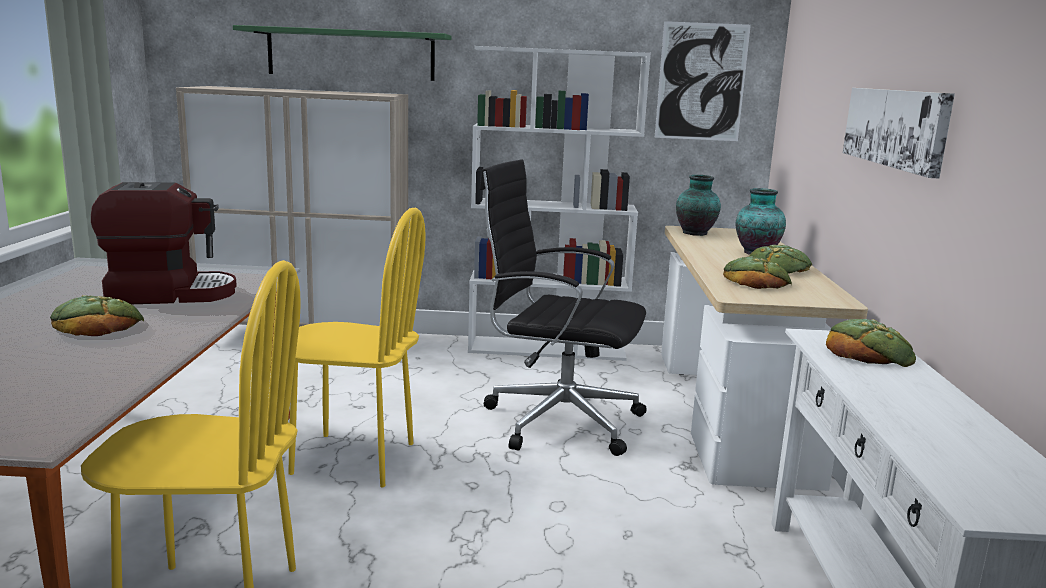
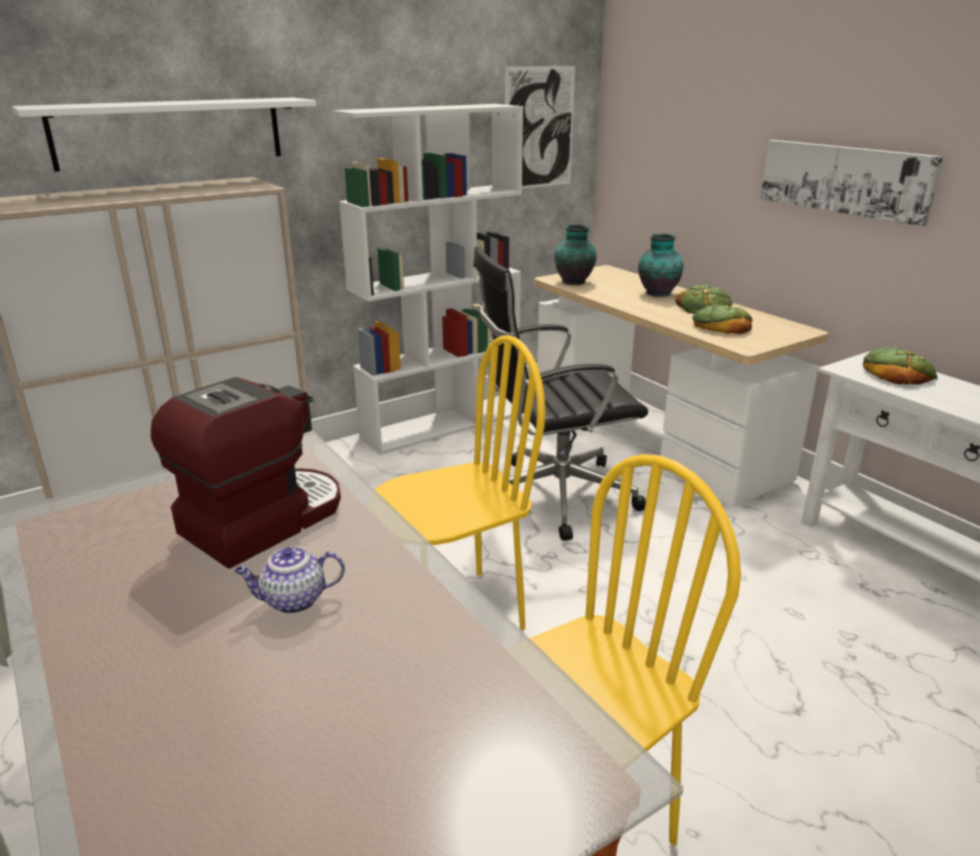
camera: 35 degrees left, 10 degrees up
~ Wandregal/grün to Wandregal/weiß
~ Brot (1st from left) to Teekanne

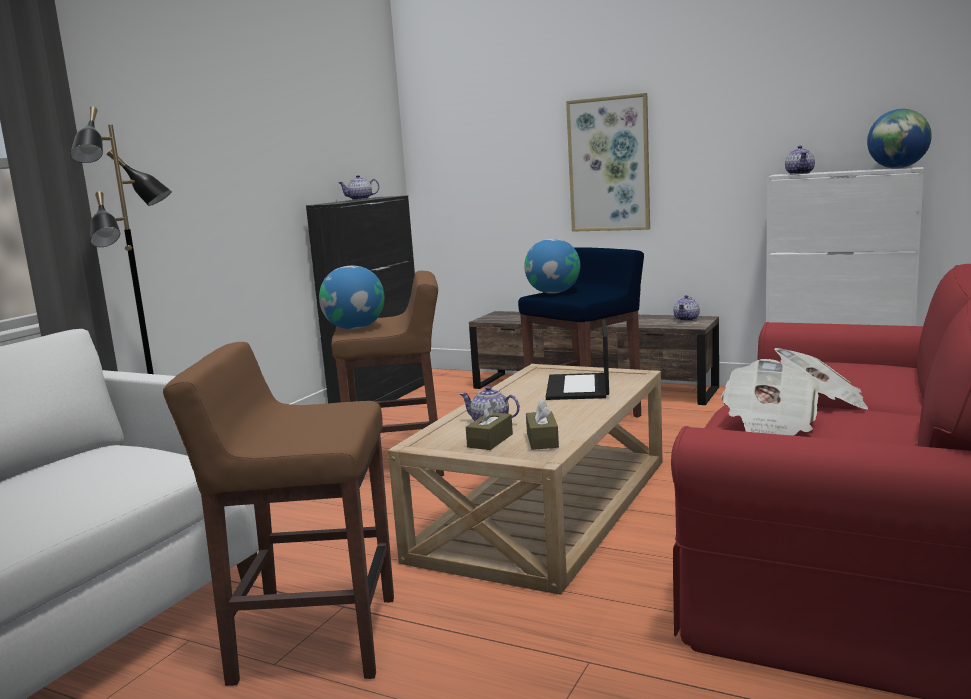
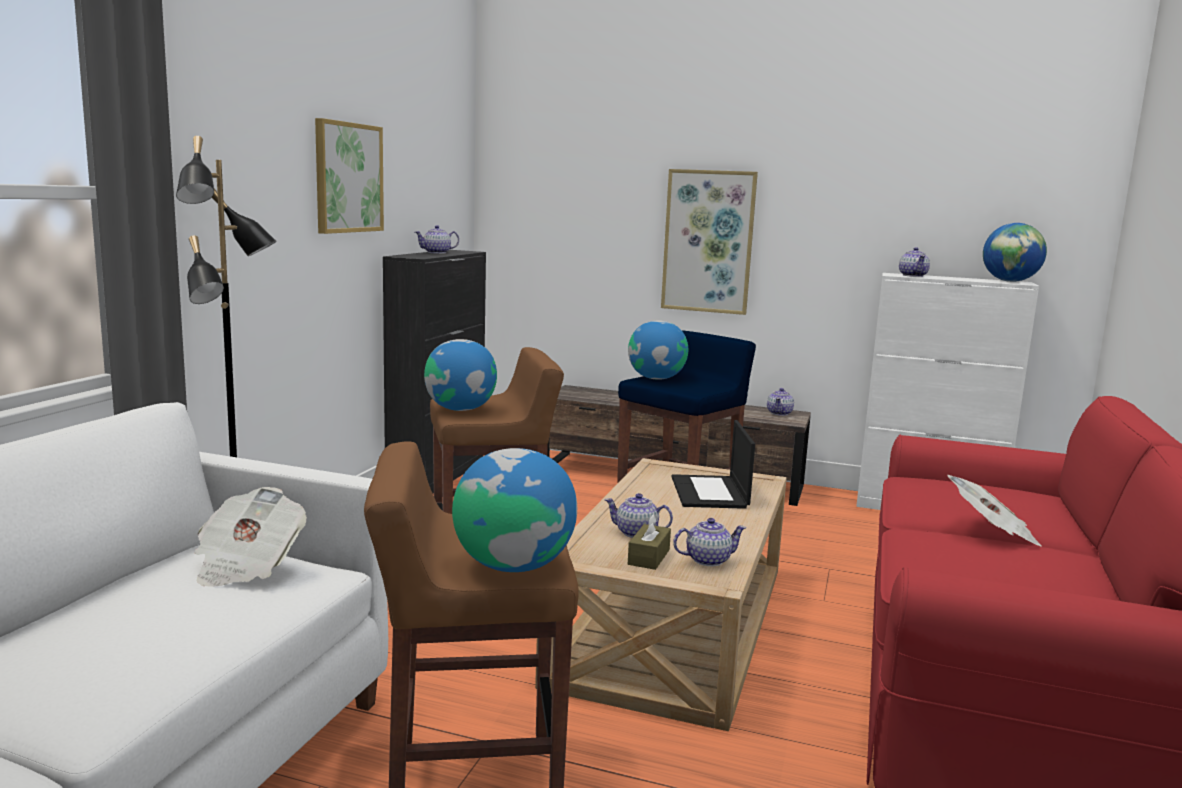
camera: 10 degrees left, 0 degrees up
~ Zeitung (1st from left)
+ Bild (1st from left)
+ Globus (2nd from left)
~ Taschentuchbox/braun (2nd from left) to Teekanne (3rd from left)

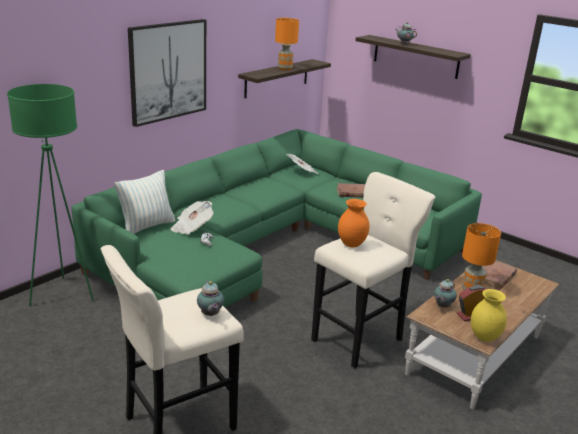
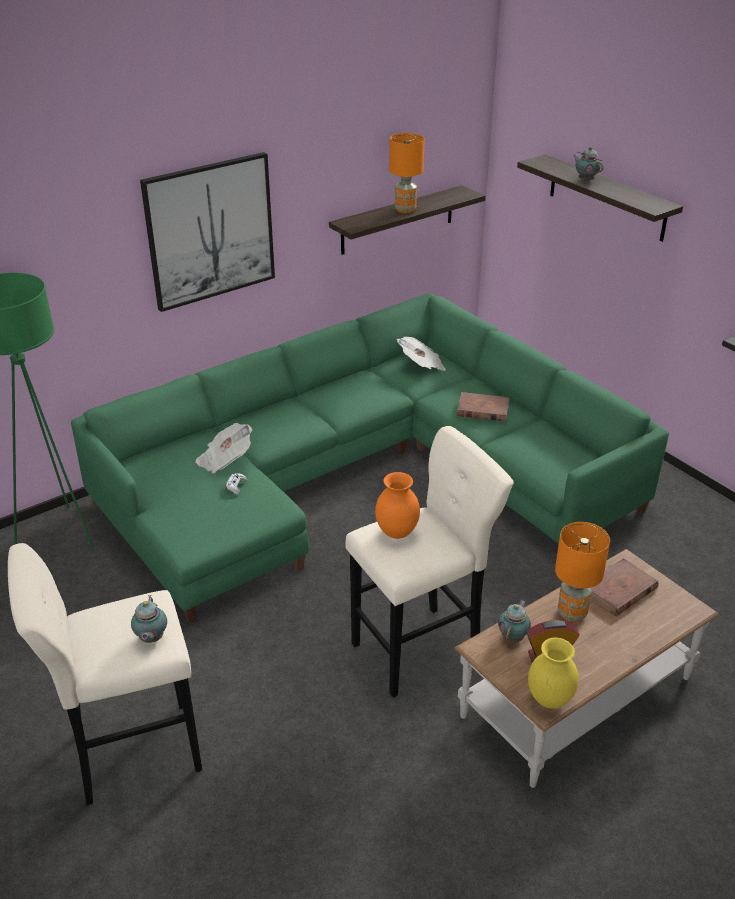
camera: 15 degrees right, 10 degrees up
~ Teekanne (3rd from left in the first image) 150 degrees clockwise
- Kissen

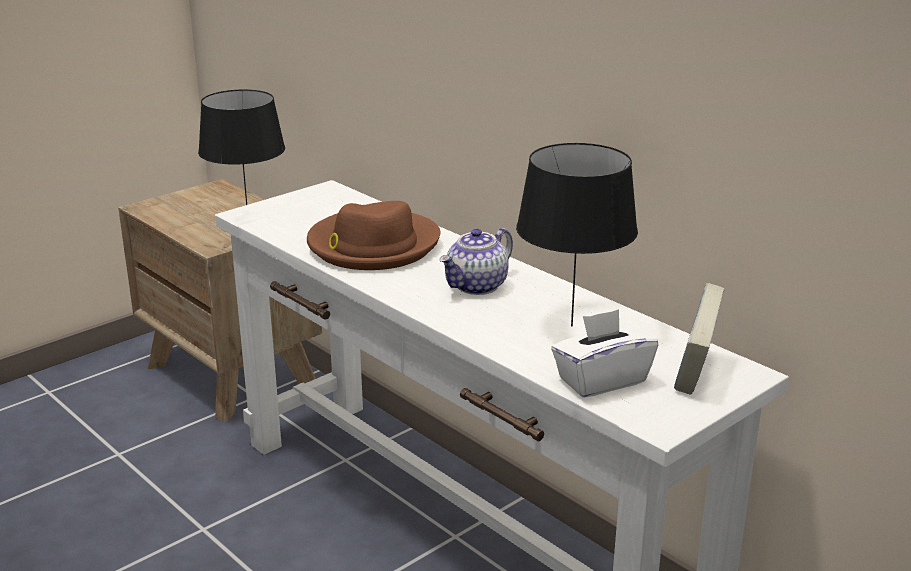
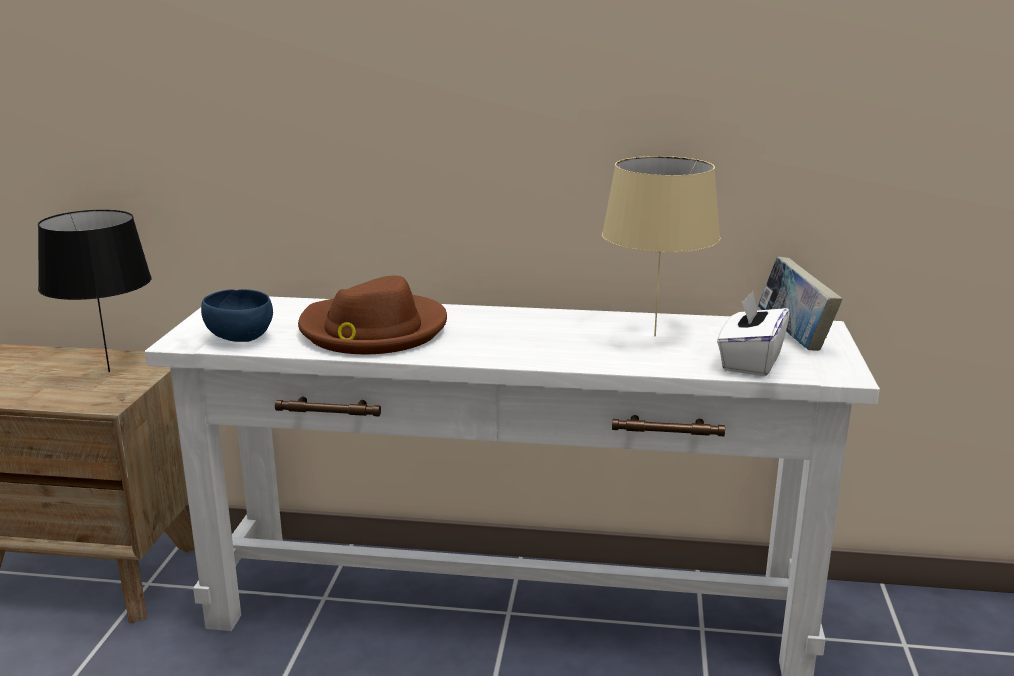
camera: 40 degrees left, 5 degrees down
+ Schüssel/blau
~ Tischlampe/schwarz (2nd from left) to Tischlampe/beige
- Teekanne

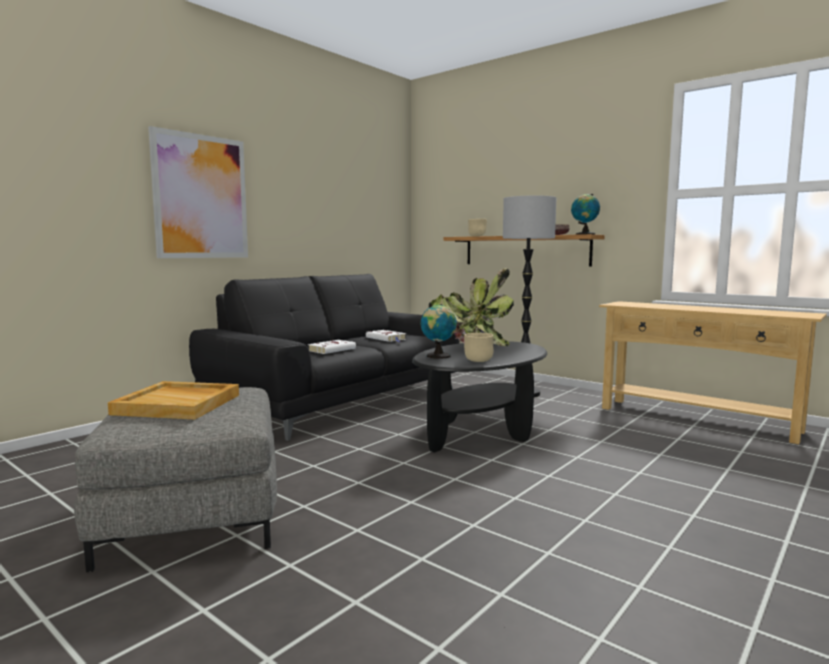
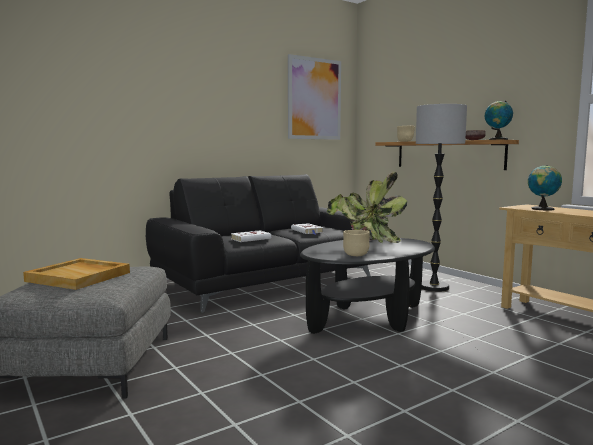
camera: 15 degrees right, 0 degrees up
~ Bild
~ Globus (1st from left in the first image) to Globus (2nd from left)

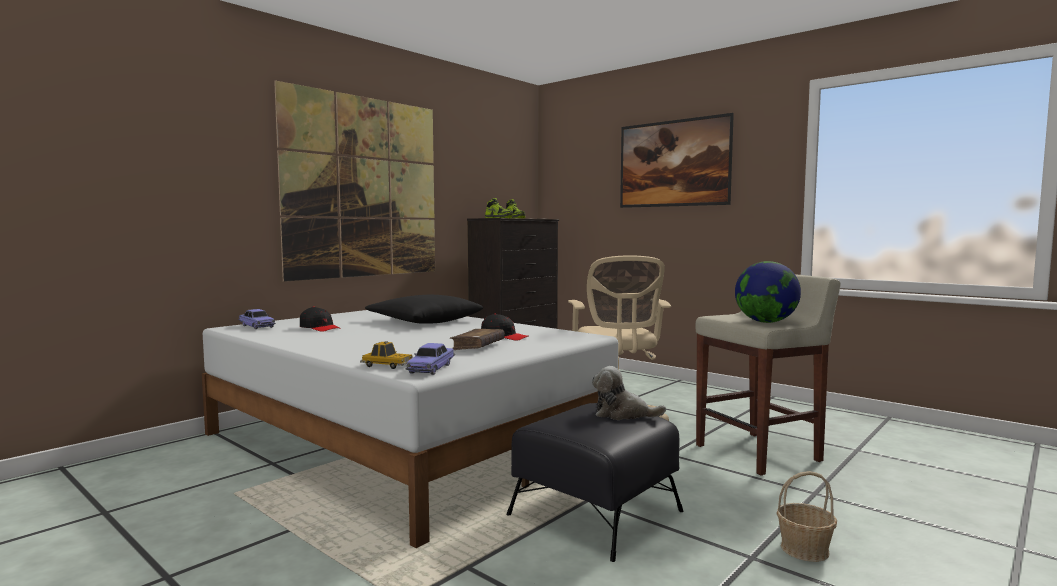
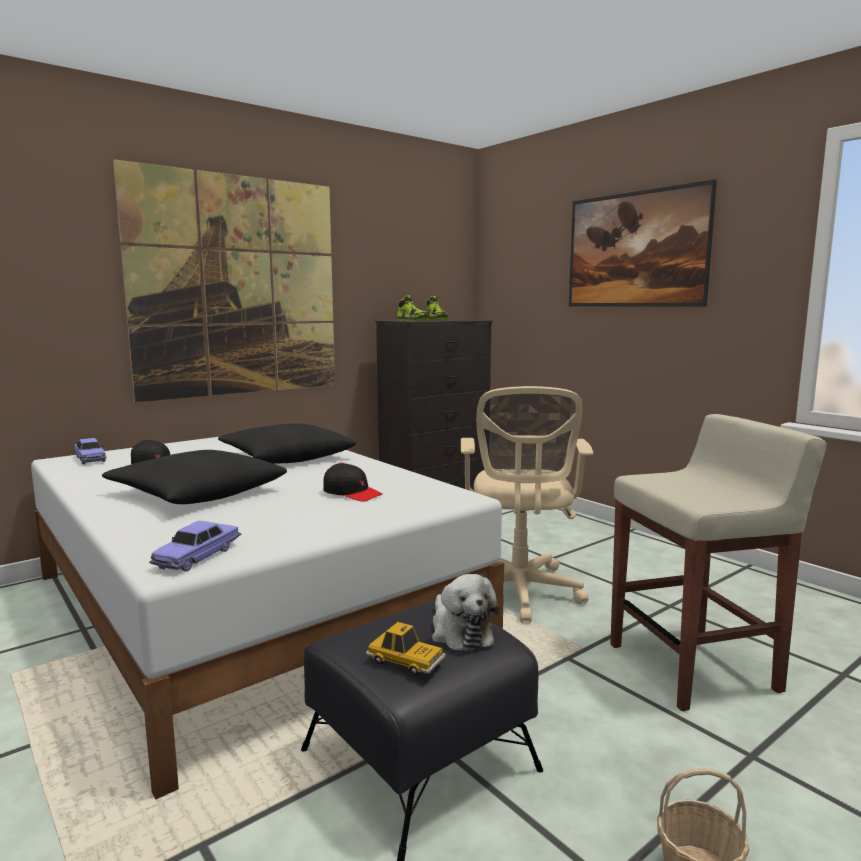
camera: 10 degrees right, 5 degrees up
+ Kissen/schwarz (1st from left)
~ Spielzeugauto (2nd from left in the first image) to Spielzeugauto (3rd from left)
~ Plüschtier 135 degrees counterclockwise
- Buch/braun
- Globus

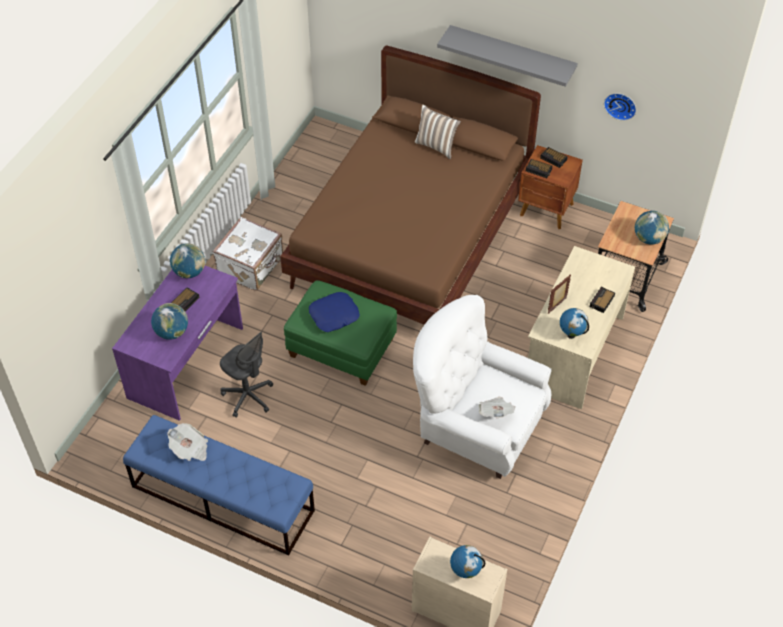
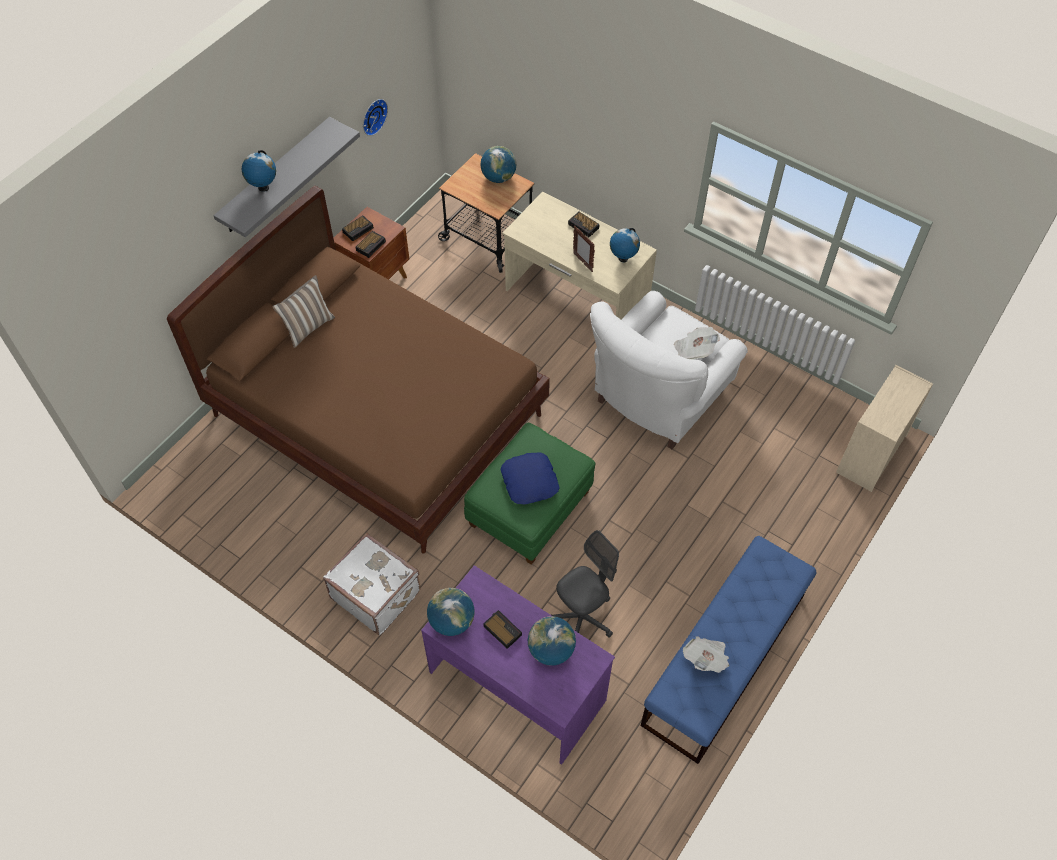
camera: 80 degrees left, 5 degrees up
~ Globus (3rd from left in the first image) to Globus (1st from left)

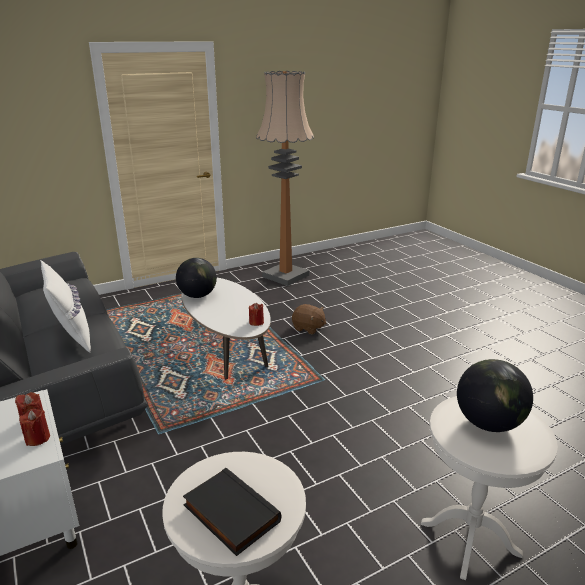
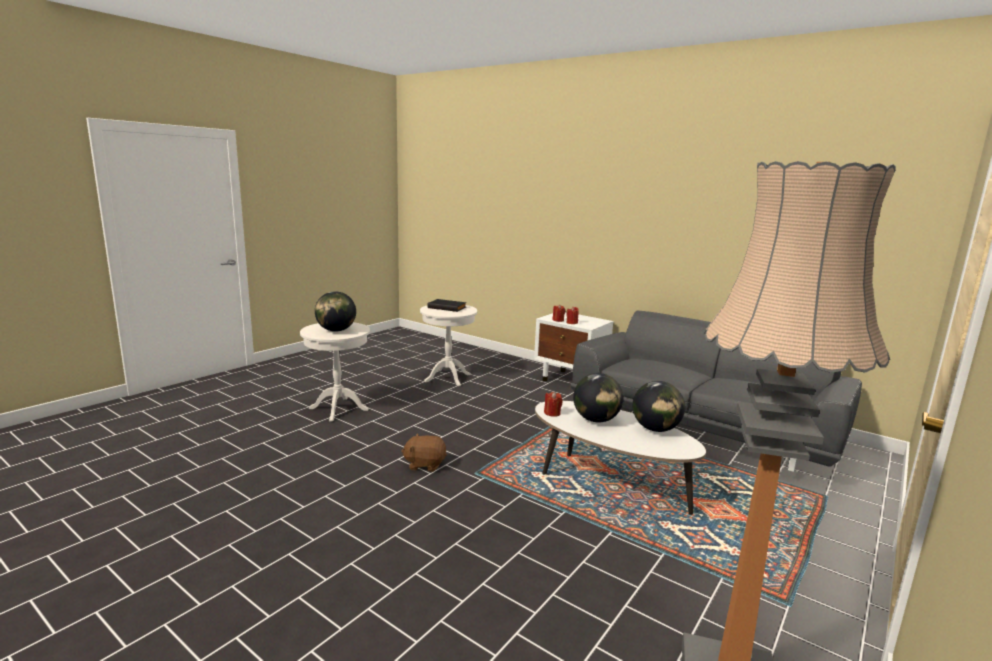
camera: 155 degrees right, 10 degrees down
~ Plüschtier/braun
+ Globus (2nd from left)
- Kissen/weiß

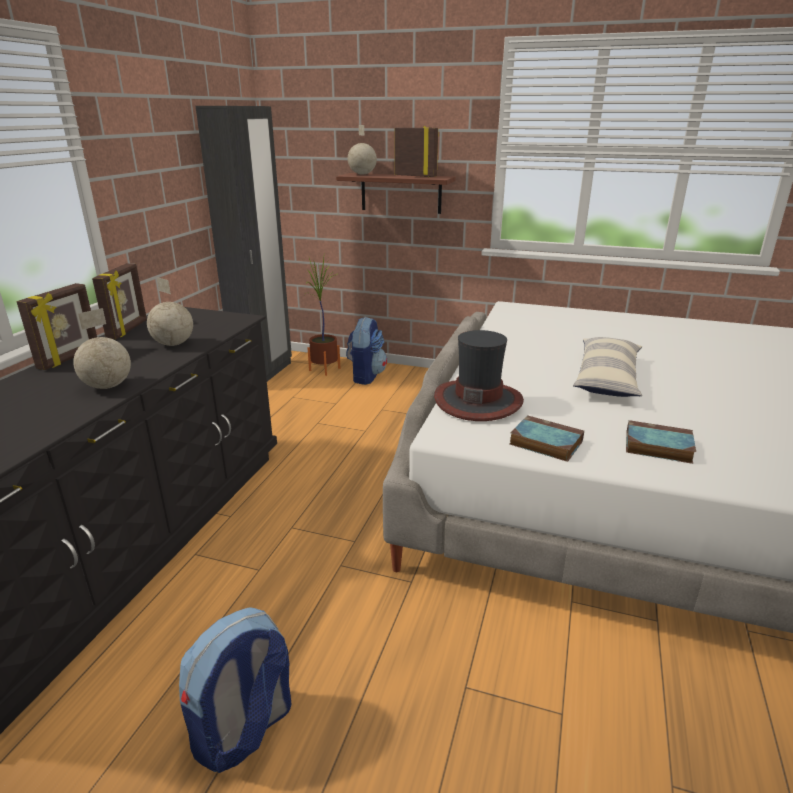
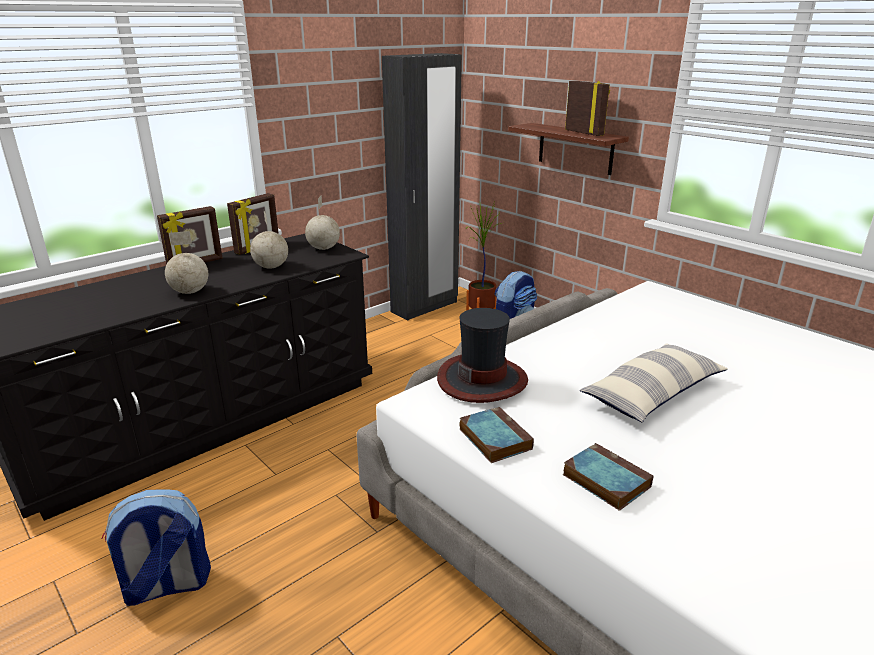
camera: 30 degrees right, 0 degrees up
~ Globus (3rd from left)

